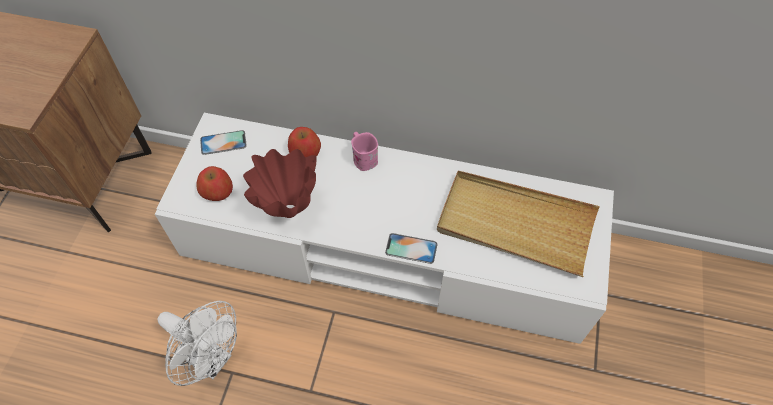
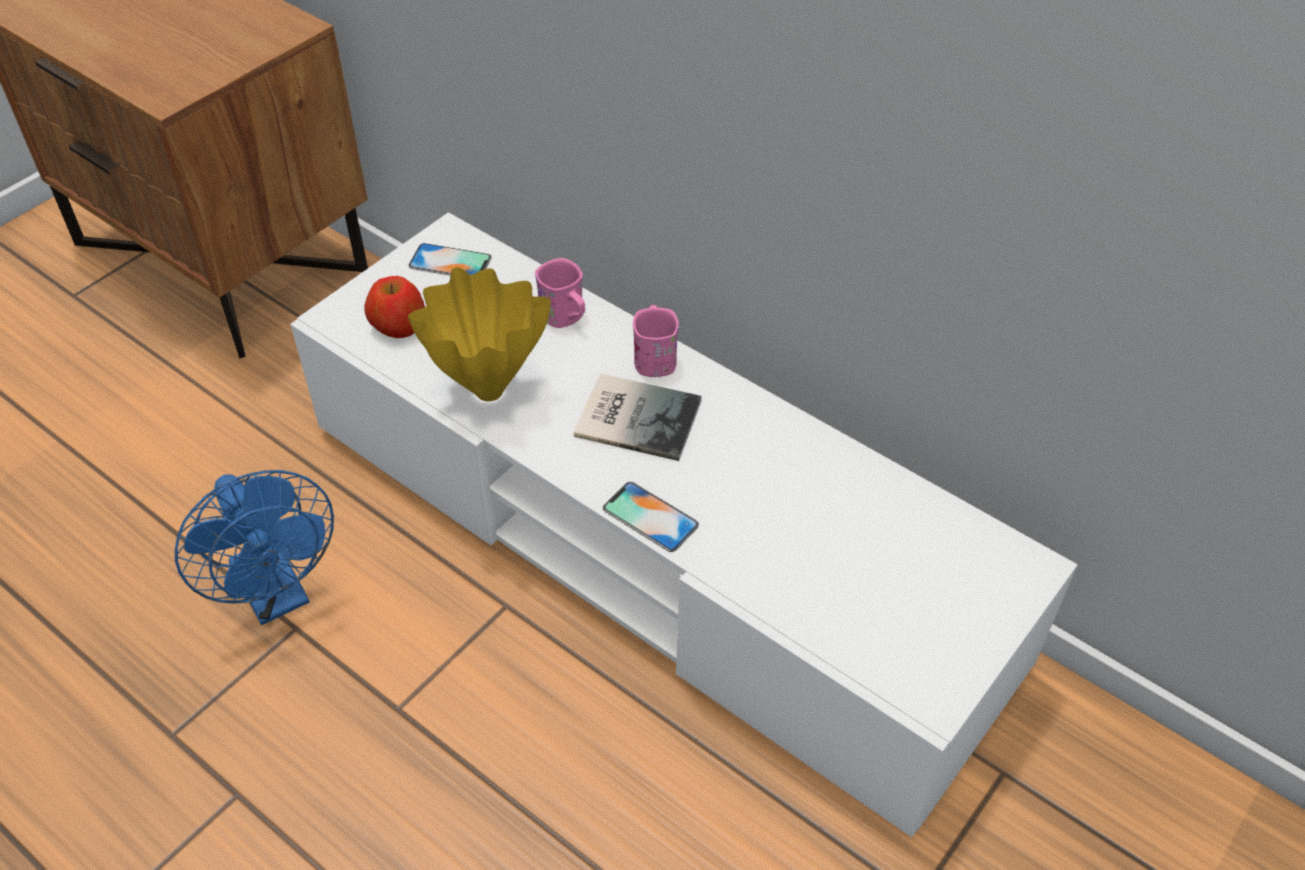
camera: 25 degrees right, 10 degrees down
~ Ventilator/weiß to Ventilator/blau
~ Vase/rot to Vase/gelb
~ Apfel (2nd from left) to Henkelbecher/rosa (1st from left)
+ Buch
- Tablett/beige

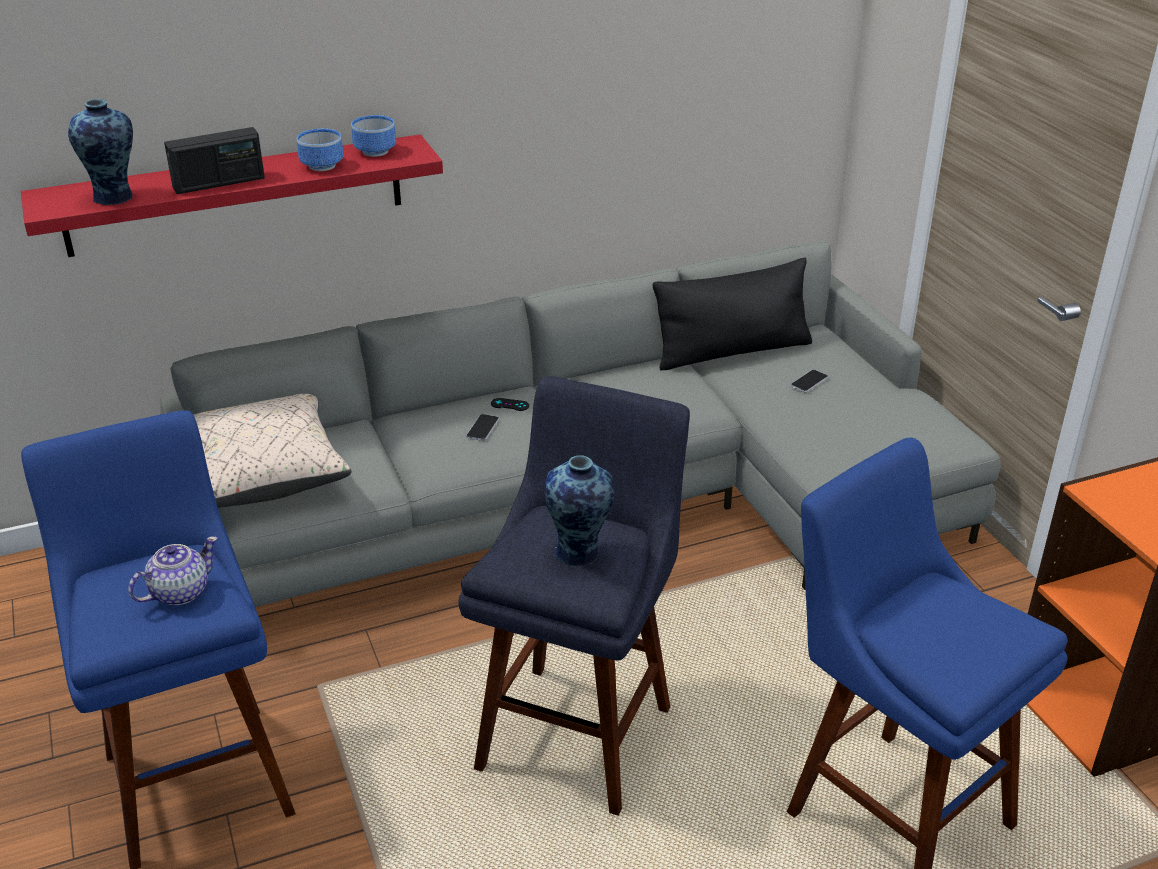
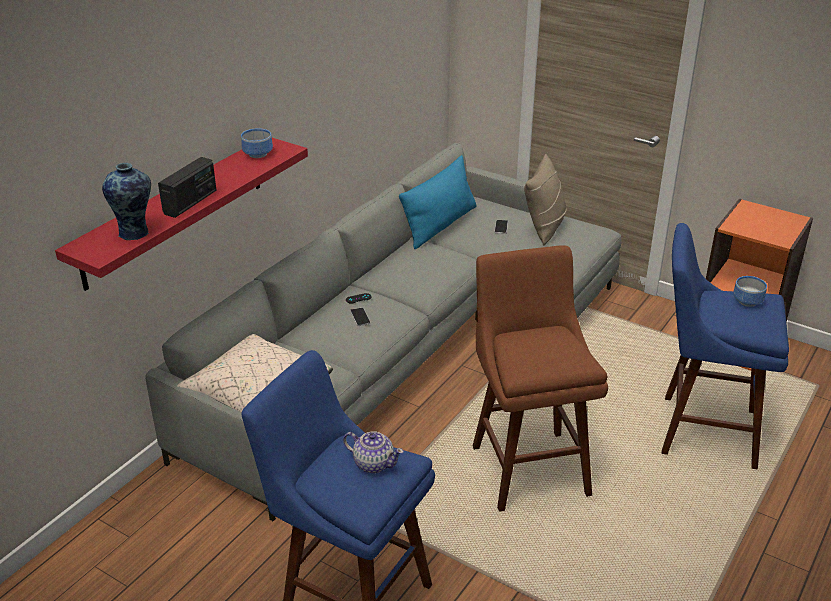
camera: 35 degrees left, 0 degrees up
~ Teekanne 105 degrees clockwise
~ Kissen/schwarz to Kissen/blau
~ Hocker/blau (2nd from left) to Hocker/braun
+ Kissen/beige (2nd from left)
~ Schüssel (1st from left in the first image) to Schüssel (2nd from left)
- Vase (2nd from left)

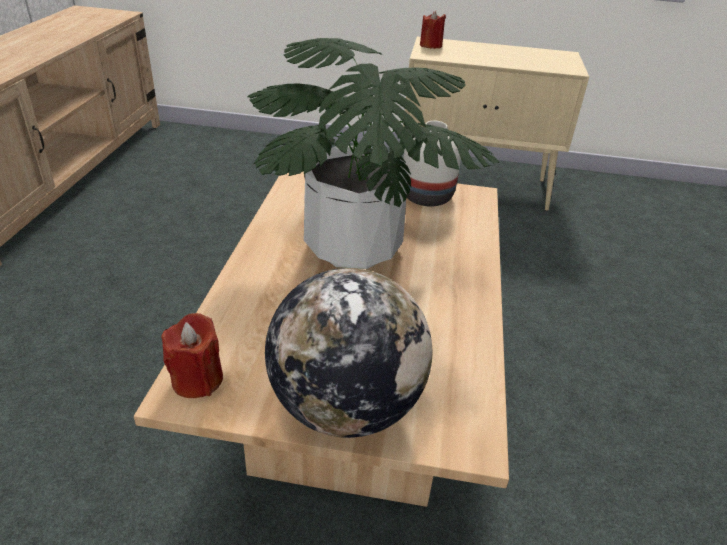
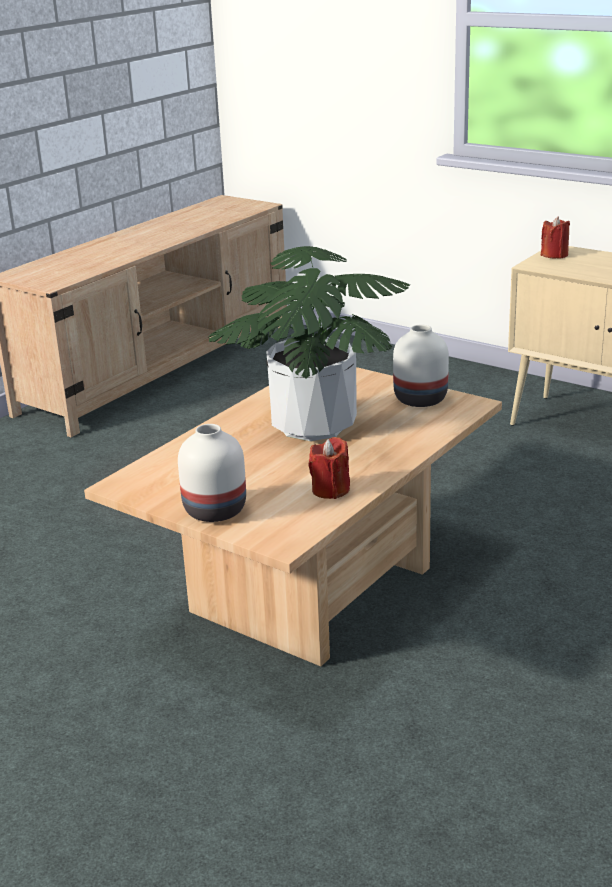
camera: 30 degrees right, 10 degrees down
~ Globus to Vase/weiß (1st from left)
~ Kerze/rot (1st from left)

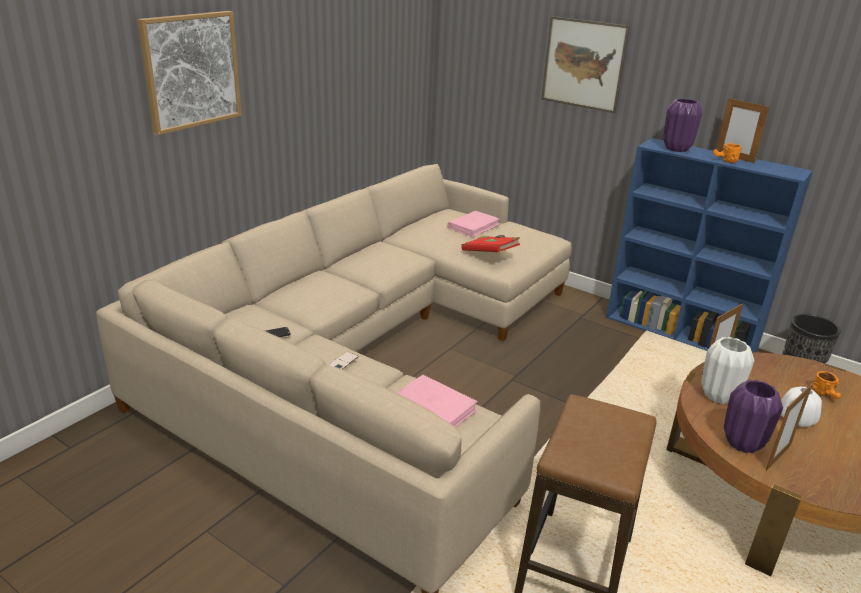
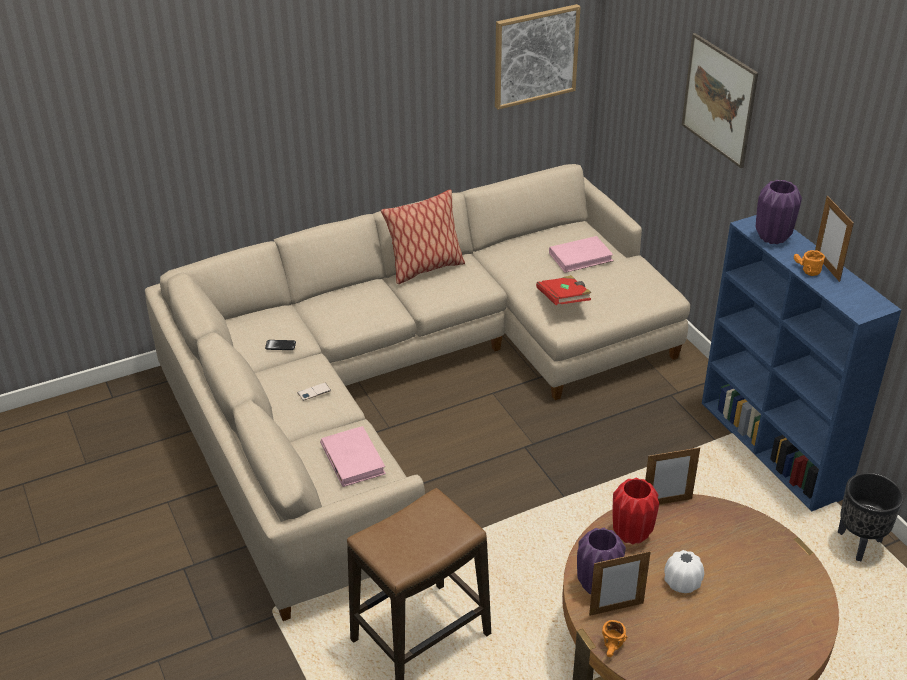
camera: 30 degrees right, 10 degrees up
+ Kissen
~ Bild (1st from left)
~ Henkelbecher/orange (2nd from left in the first image) to Henkelbecher/orange (1st from left)
~ Vase/weiß (1st from left) to Vase/rot

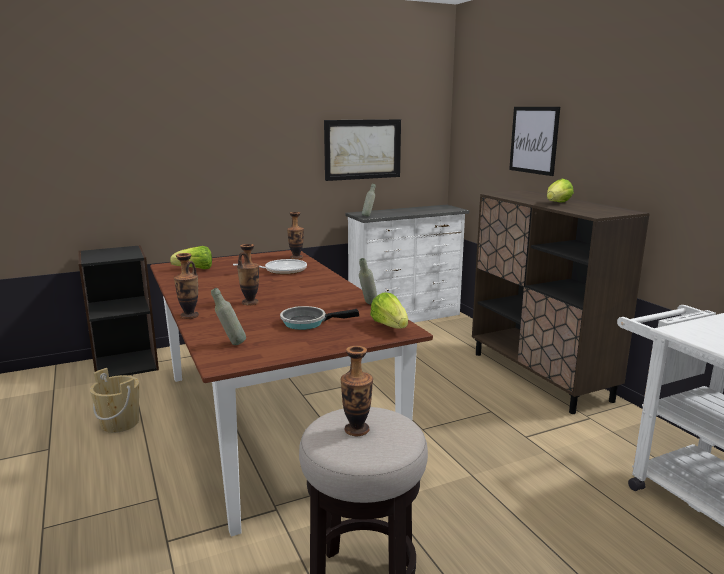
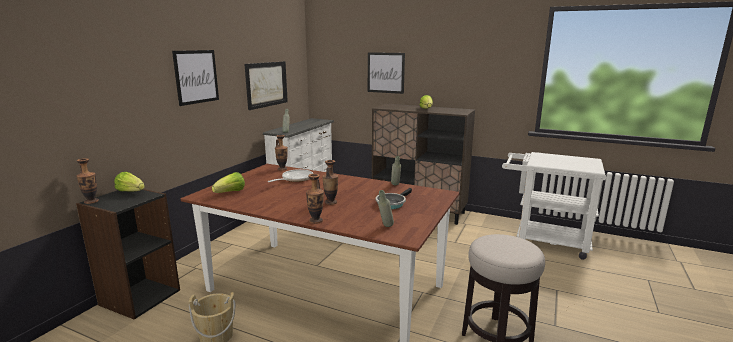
camera: 40 degrees left, 0 degrees up
~ Vase (4th from left in the first image) to Vase (1st from left)
~ Salatkopf (2nd from left in the first image) to Salatkopf (1st from left)
+ Bild (1st from left)

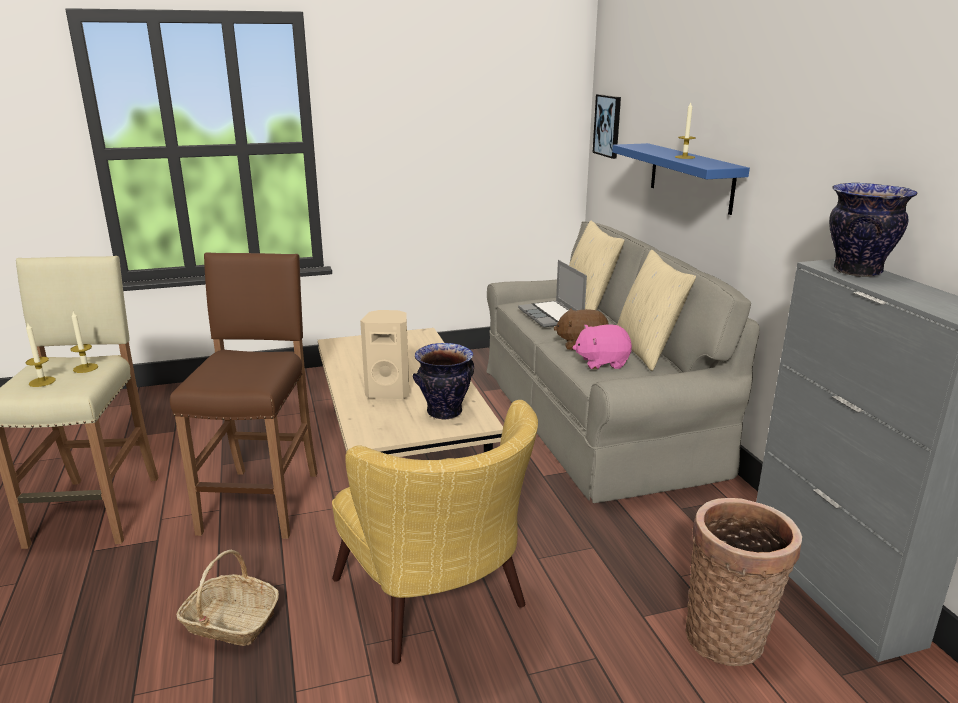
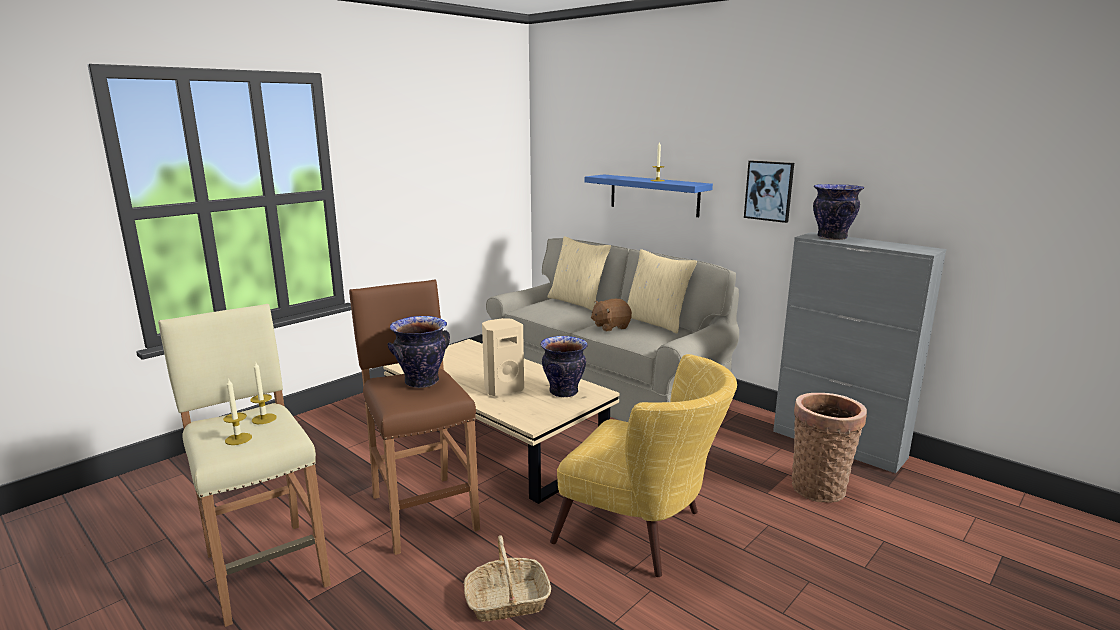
camera: 30 degrees left, 5 degrees down
+ Vase (1st from left)
~ Bild
- Laptop
- Plüschtier/rosa

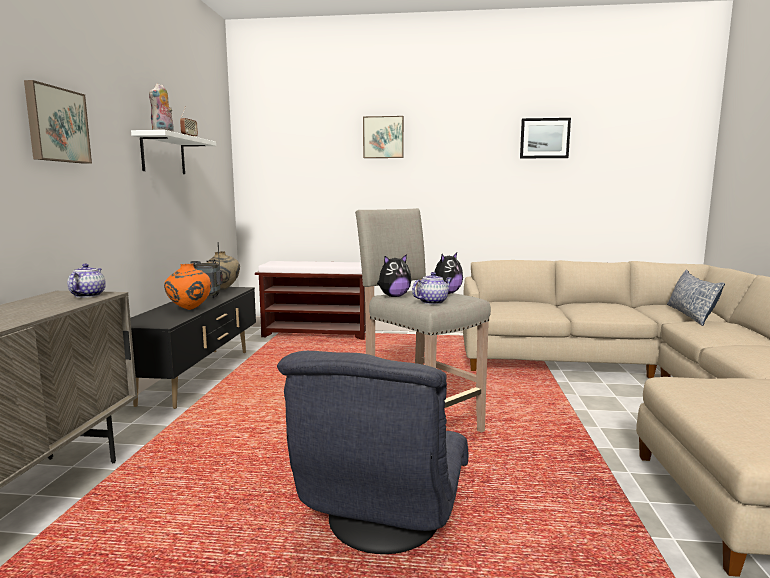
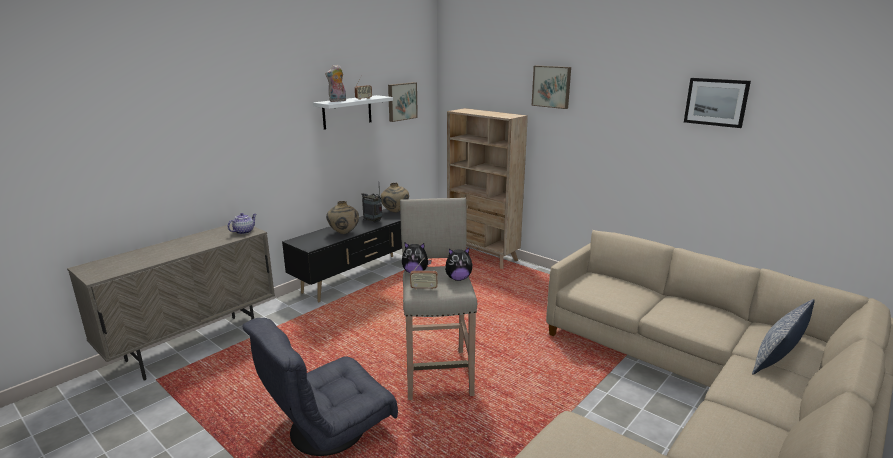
camera: 35 degrees right, 10 degrees up
~ Vase/orange to Vase/beige (1st from left)
~ Bild (1st from left)
~ Teekanne (2nd from left) to Radio (3rd from left)
~ Bank/braun to Bücherregal/beige

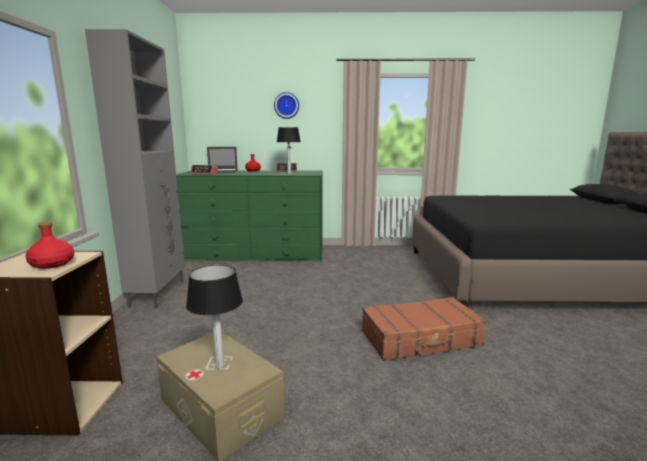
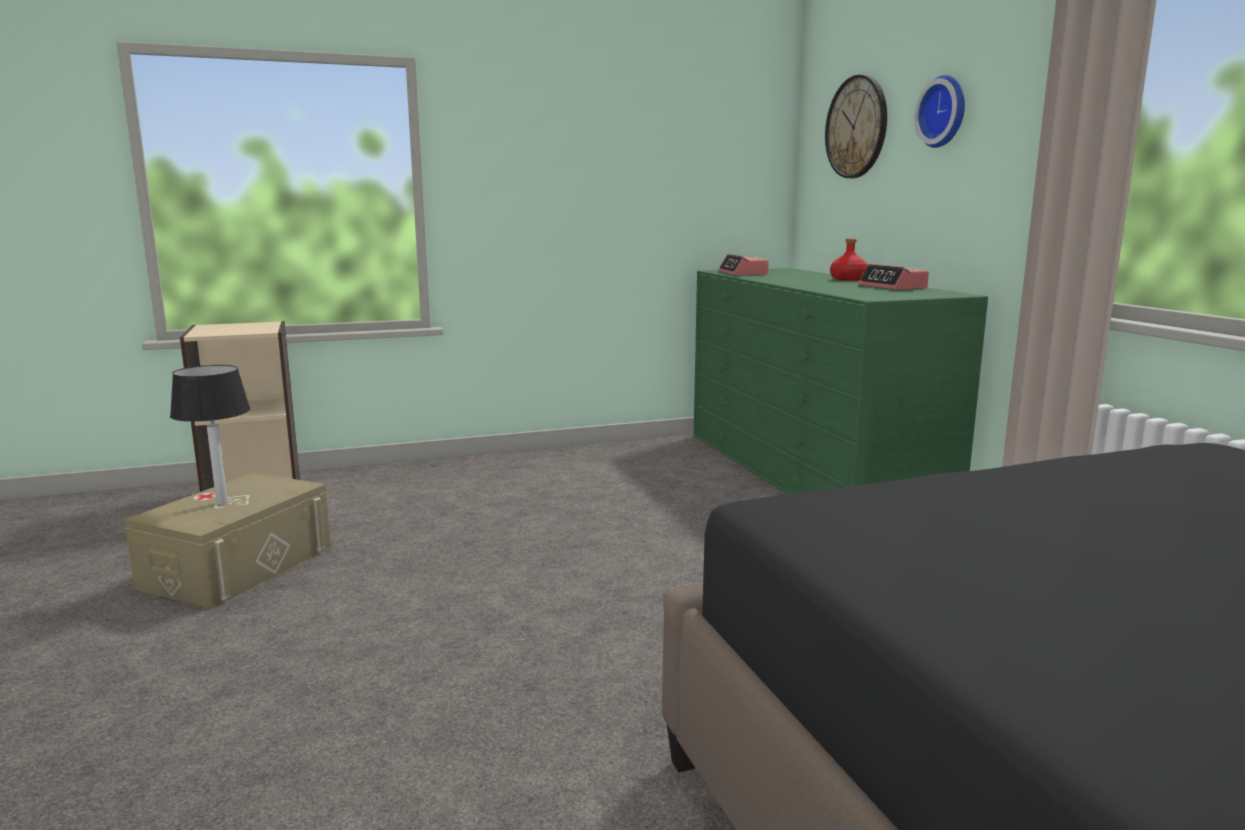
camera: 70 degrees right, 0 degrees up
+ Wanduhr (1st from left)
- Flasche/rot (1st from left)
- Schrank/grau
- Laptop
- Tischlampe (2nd from left)
- Koffer/braun

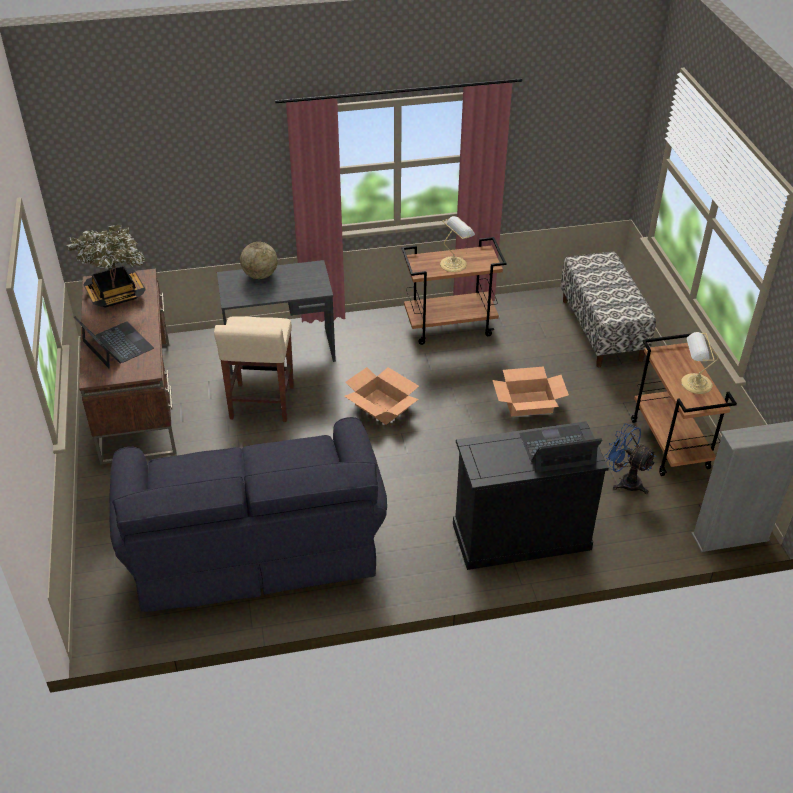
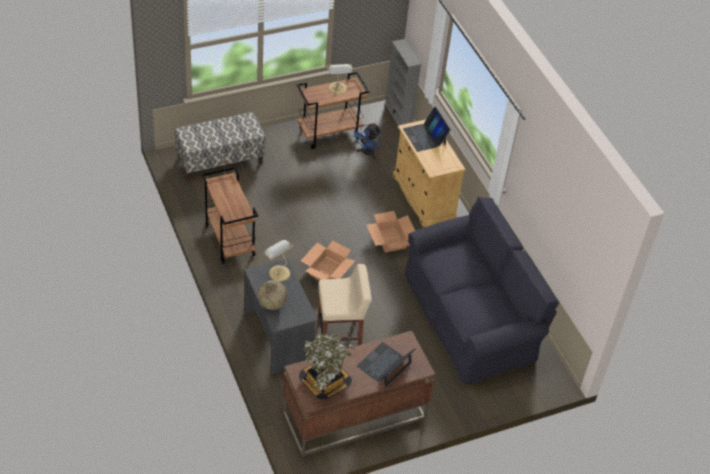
camera: 105 degrees left, 5 degrees up
~ Tischlampe (1st from left)
~ Karton (2nd from left)
~ Schrank/schwarz to Schrank/beige

